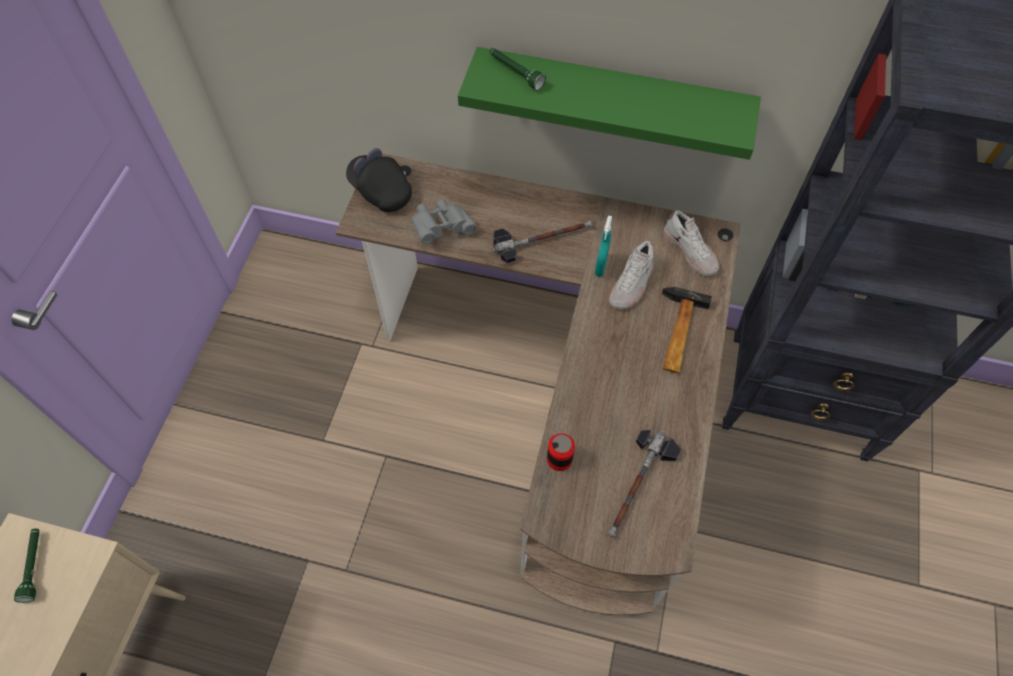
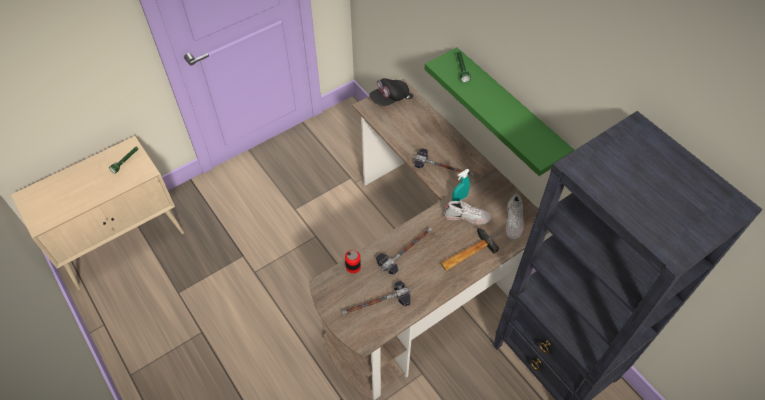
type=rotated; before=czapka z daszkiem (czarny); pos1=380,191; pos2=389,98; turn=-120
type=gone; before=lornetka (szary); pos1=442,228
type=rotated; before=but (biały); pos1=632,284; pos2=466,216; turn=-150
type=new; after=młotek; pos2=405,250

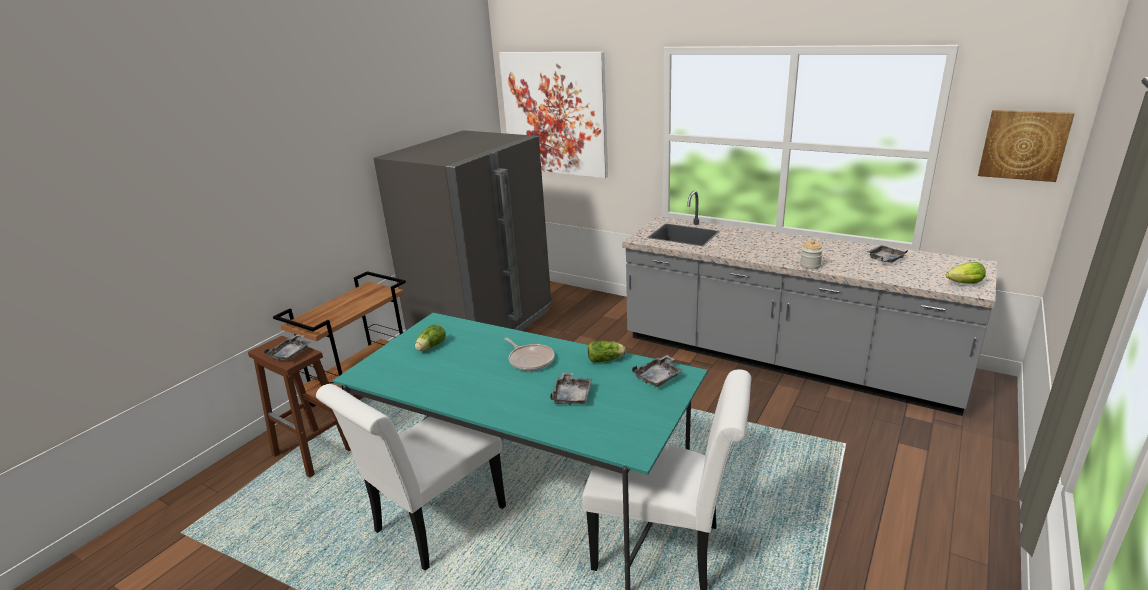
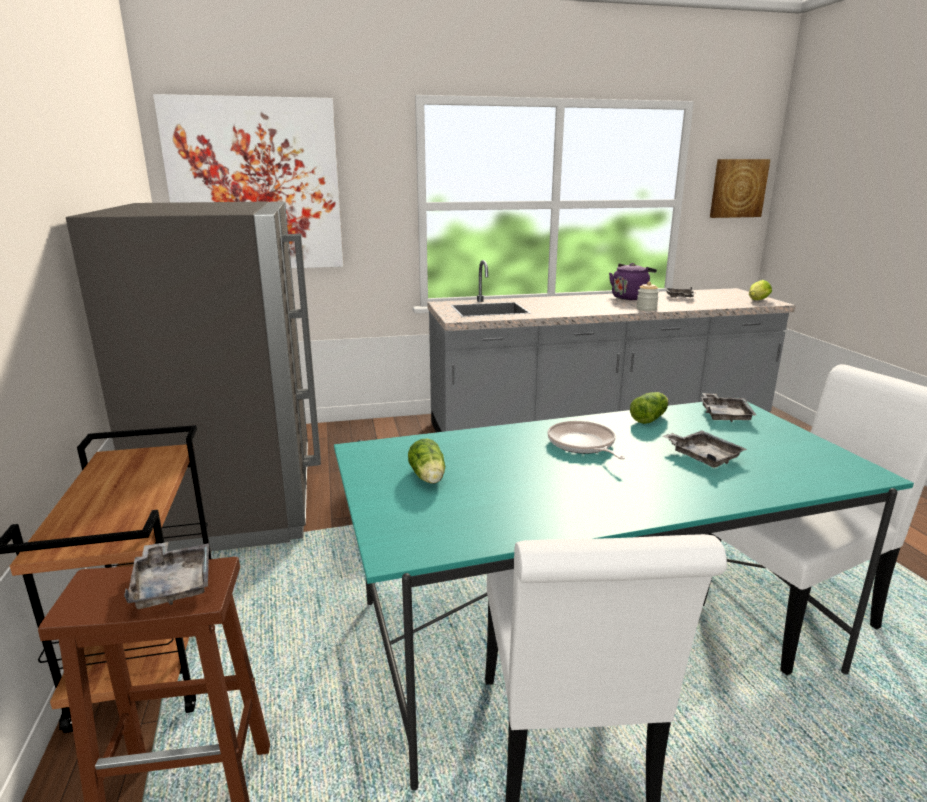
type=rotated; before=patelnia; pos1=530,360; pos2=582,444; turn=-120
type=new; after=czajnik (fioletowy); pos2=630,297

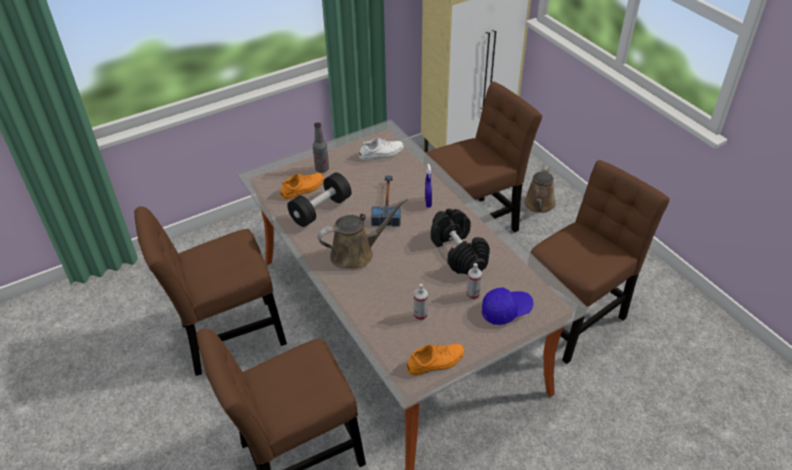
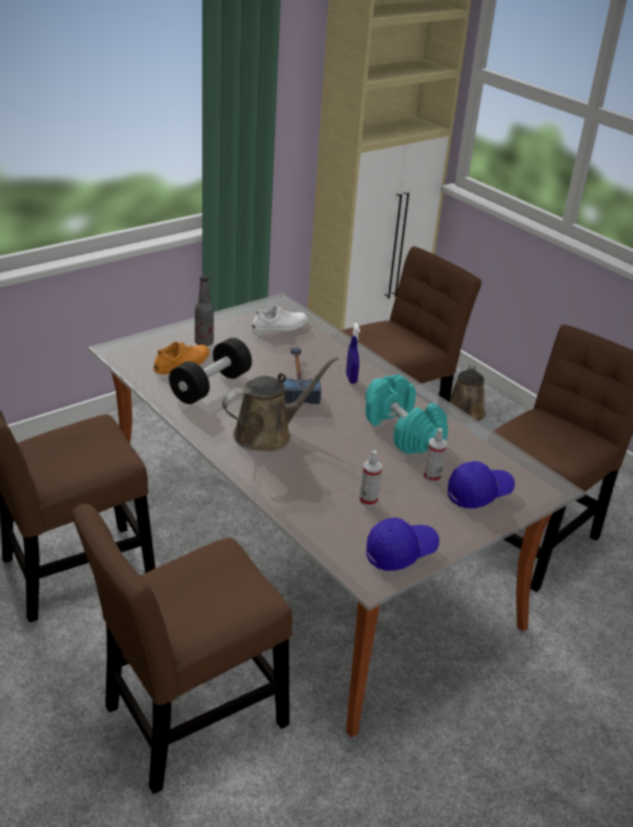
type=repainted; before=hantel (czarny); after=hantel (turkusowy); pos1=458,252; pos2=402,431
type=swapped; before=but (pomarańczowy); after=czapka z daszkiem (niebieski); pos1=436,362; pos2=400,552

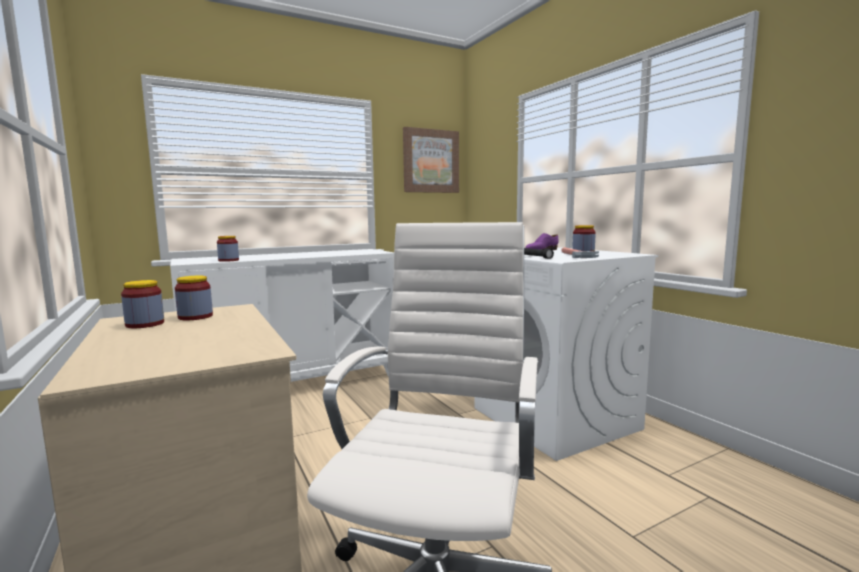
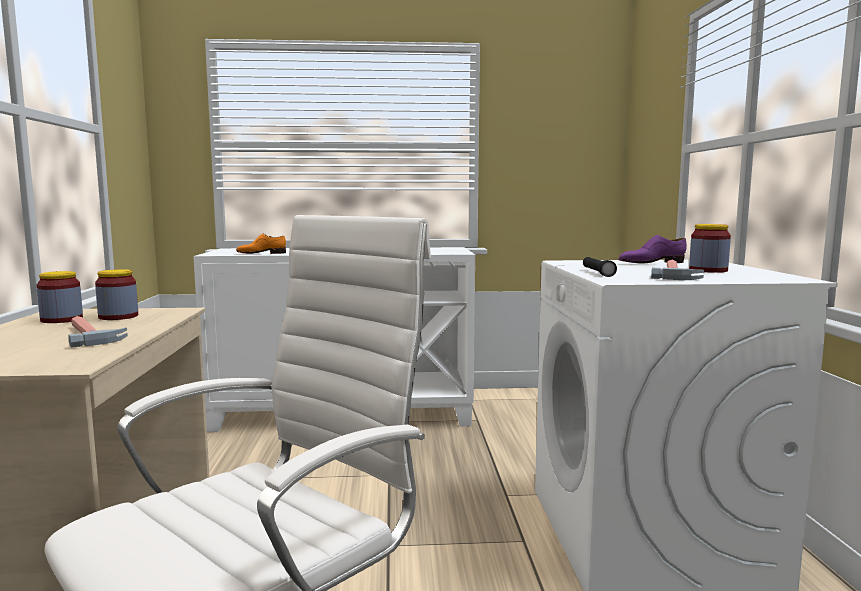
type=gone; before=obraz; pos1=430,161
type=swapped; before=słoik; after=but (pomarańczowy); pos1=228,260; pos2=261,253
type=new; after=młotek; pos2=91,335

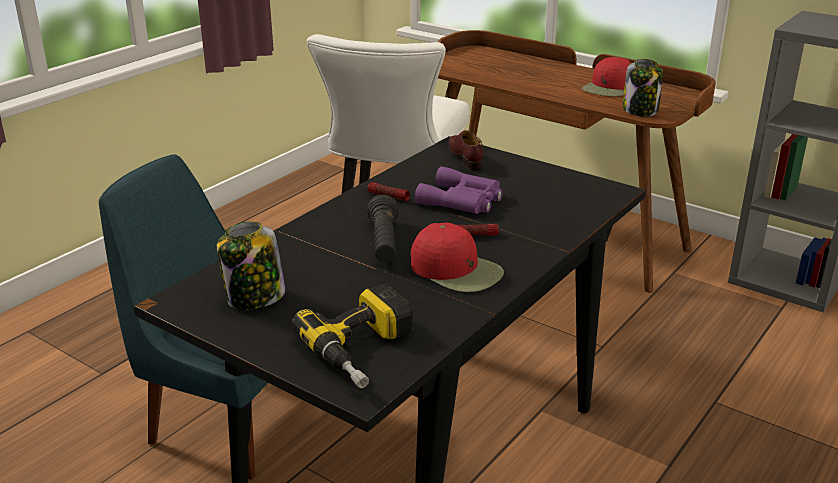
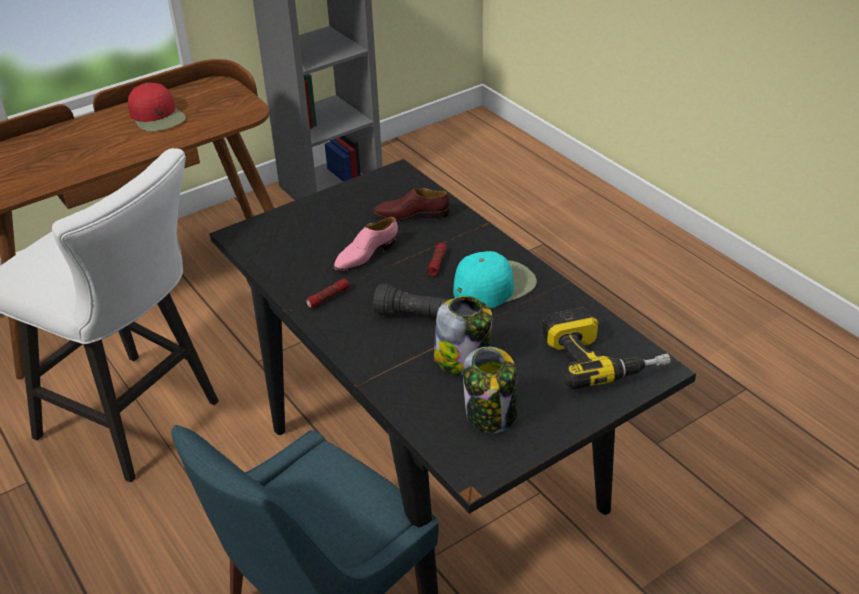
type=shifted; before=słoik; pos1=640,110; pos2=463,359
type=shifted; before=but (brązowy); pos1=465,157; pos2=412,215
type=swapped; before=lornetka (fioletowy); after=but (różowy); pos1=462,200; pos2=366,255
type=repainted; before=czapka z daszkiem (czerwony); after=czapka z daszkiem (turkusowy); pos1=457,270; pos2=494,285

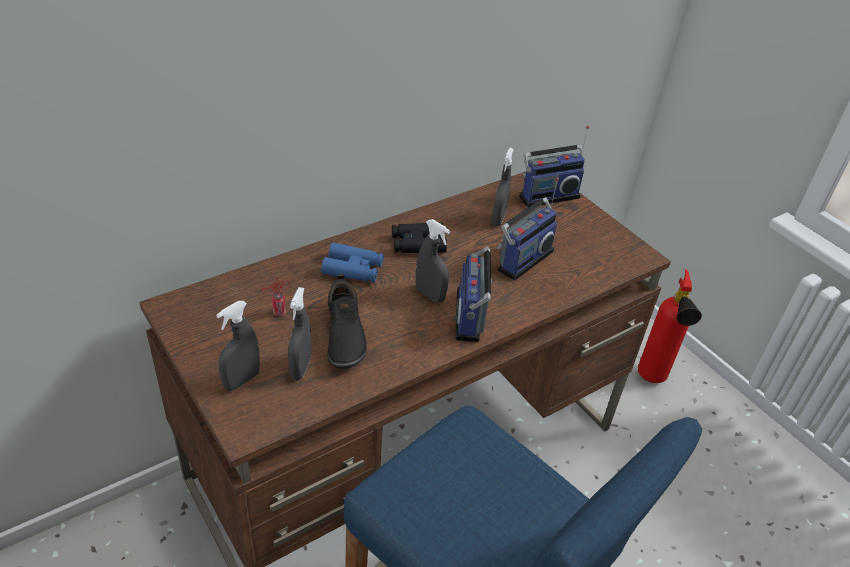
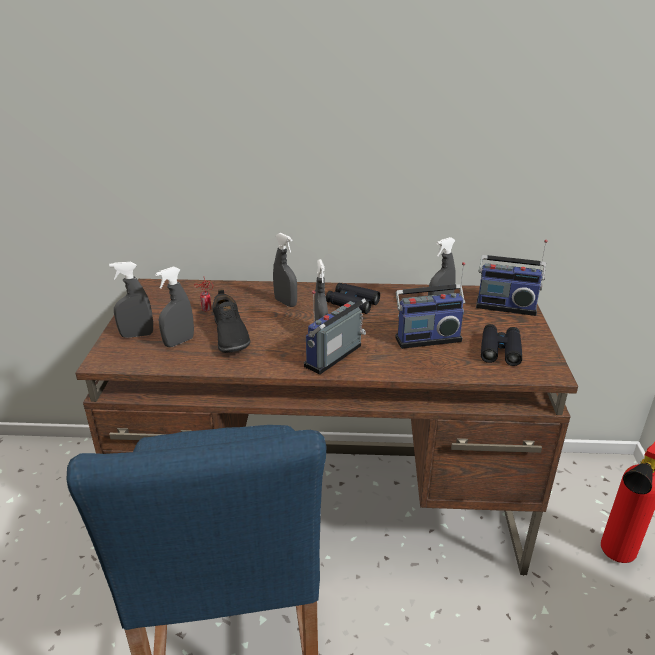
type=swapped; before=lornetka (niebieski); after=spryskiwacz (szary); pos1=353,269; pos2=285,302
type=rotated; before=but (czarny); pos1=343,335; pos2=229,335; turn=-45
type=new; after=lornetka (czarny); pos2=500,350

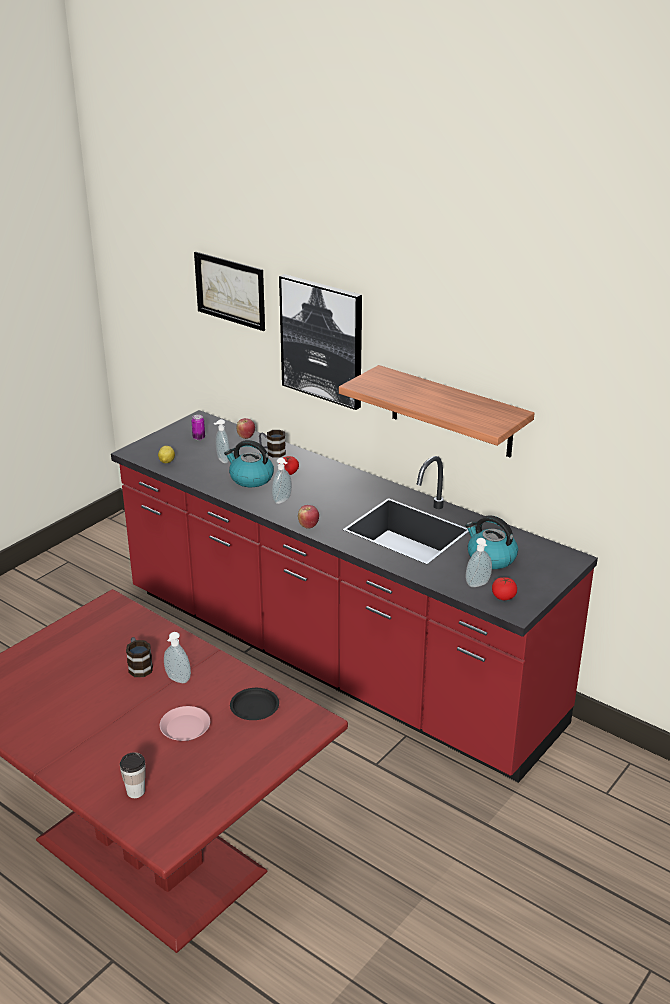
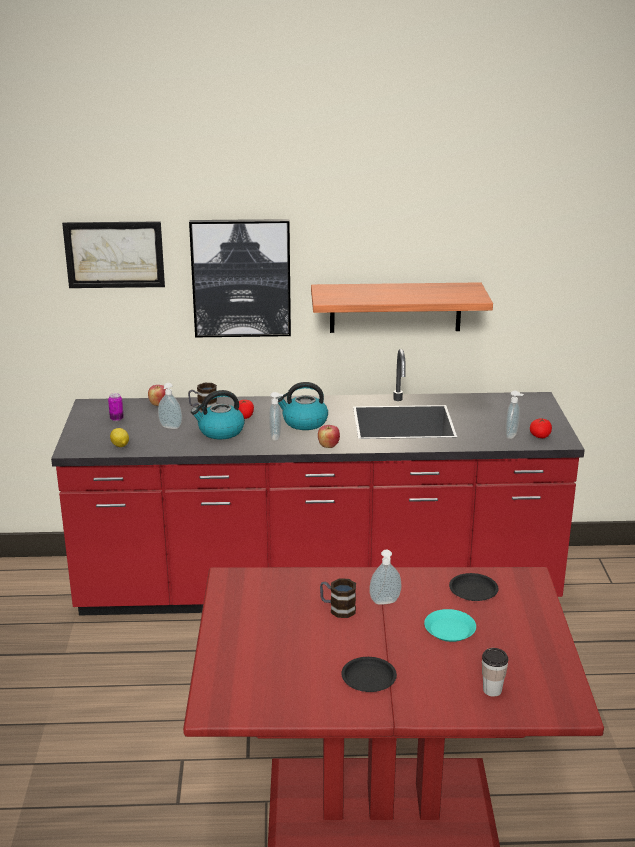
type=shifted; before=czajnik; pos1=490,558; pos2=304,422
type=repainted; before=talerz (różowy); after=talerz (turkusowy); pos1=185,728; pos2=450,630
type=new; after=talerz (czarny); pos2=368,678

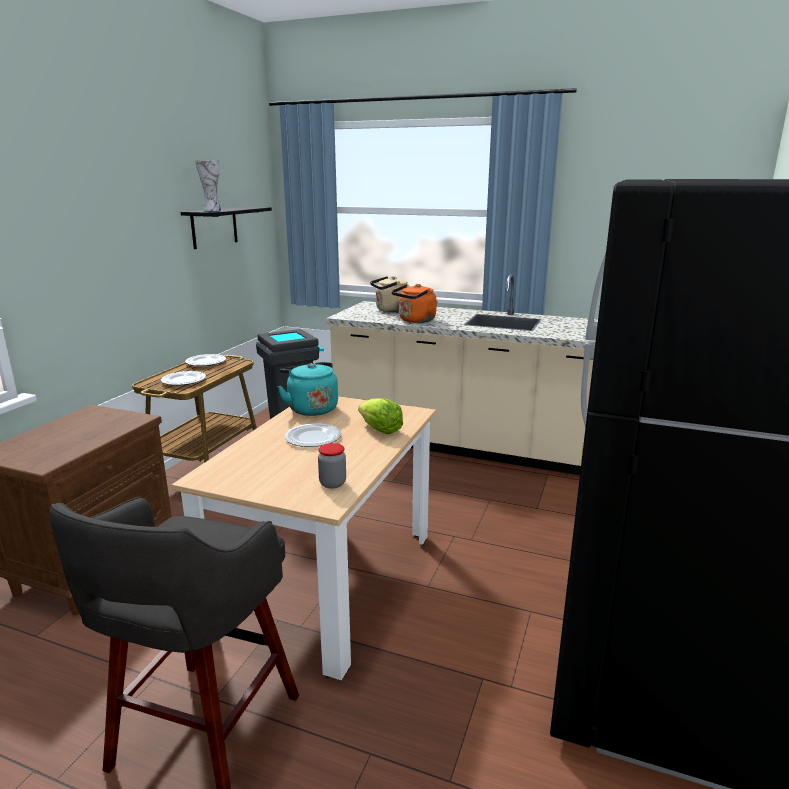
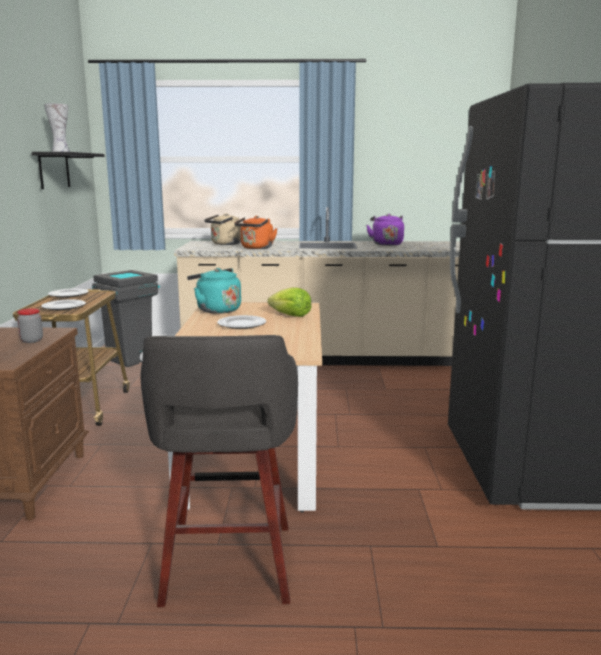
type=shifted; before=słoik; pos1=332,483; pos2=32,340
type=new; after=czajnik (fioletowy); pos2=386,244

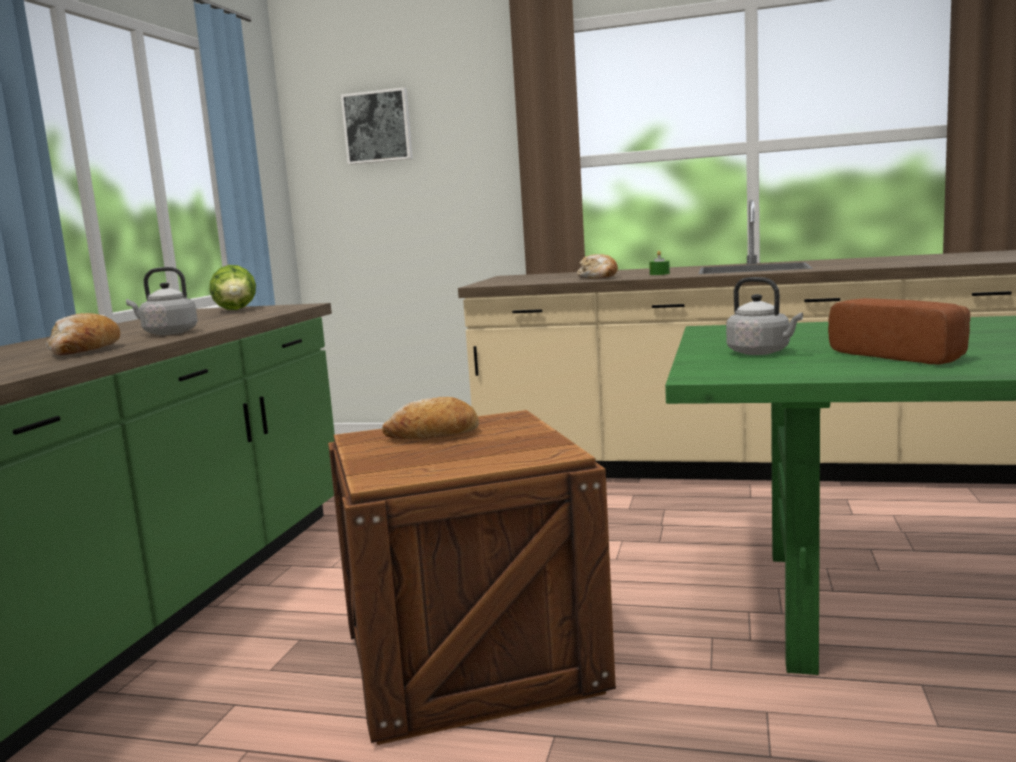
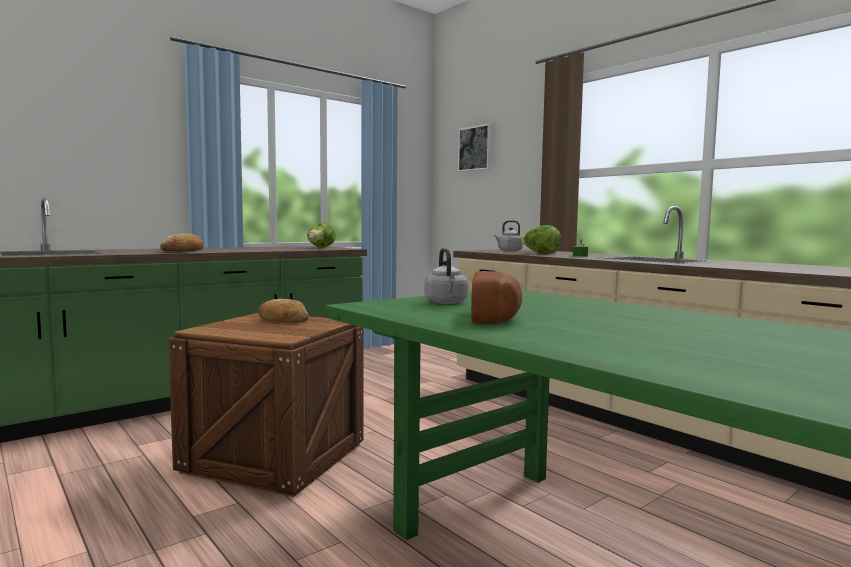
type=swapped; before=chleb; after=sałata; pos1=598,277; pos2=540,254
type=shifted; before=czajnik (szary); pos1=167,333; pos2=508,251

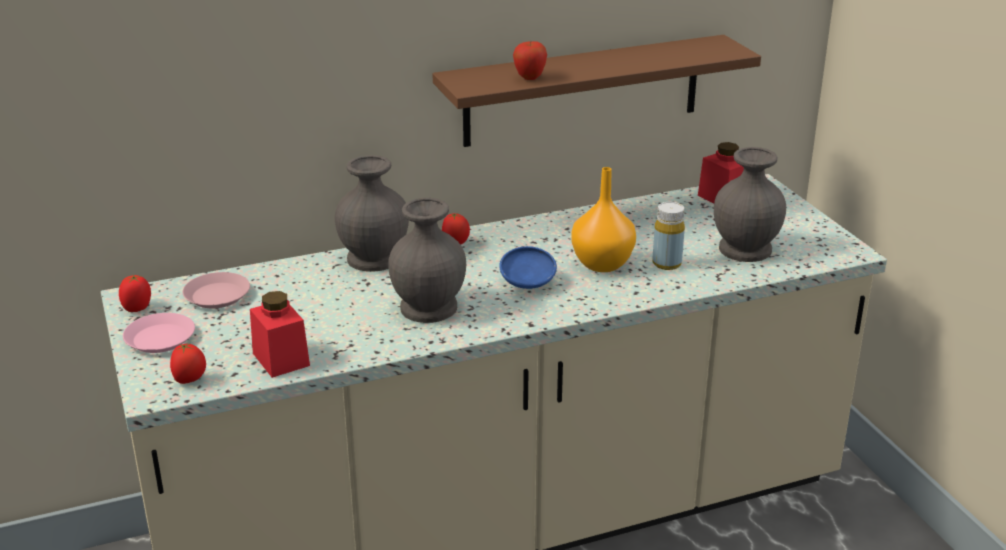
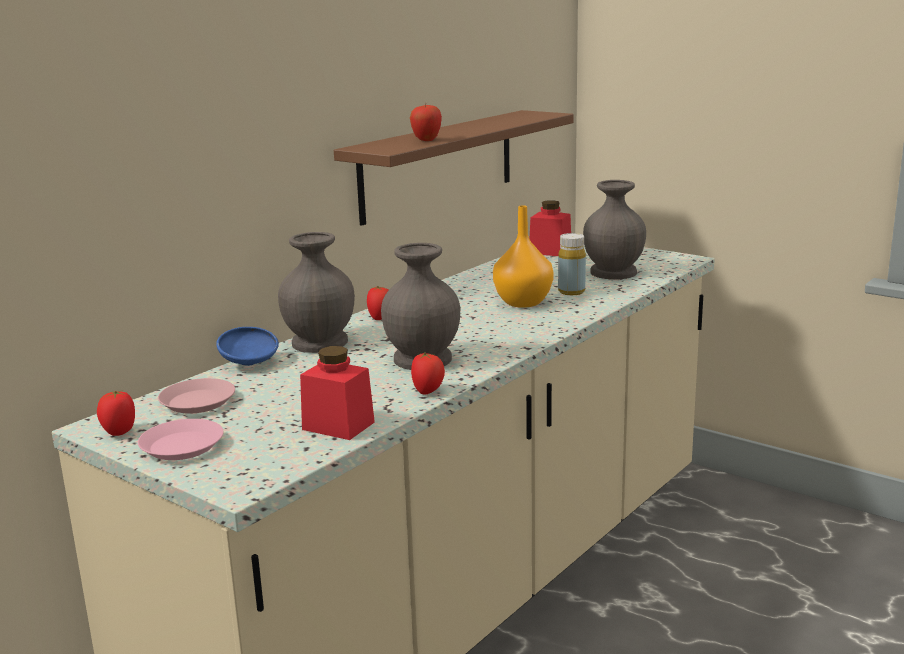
type=shifted; before=miska (niebieski); pos1=527,284; pos2=249,364
type=shifted; before=pomidor; pos1=190,380; pos2=428,391

